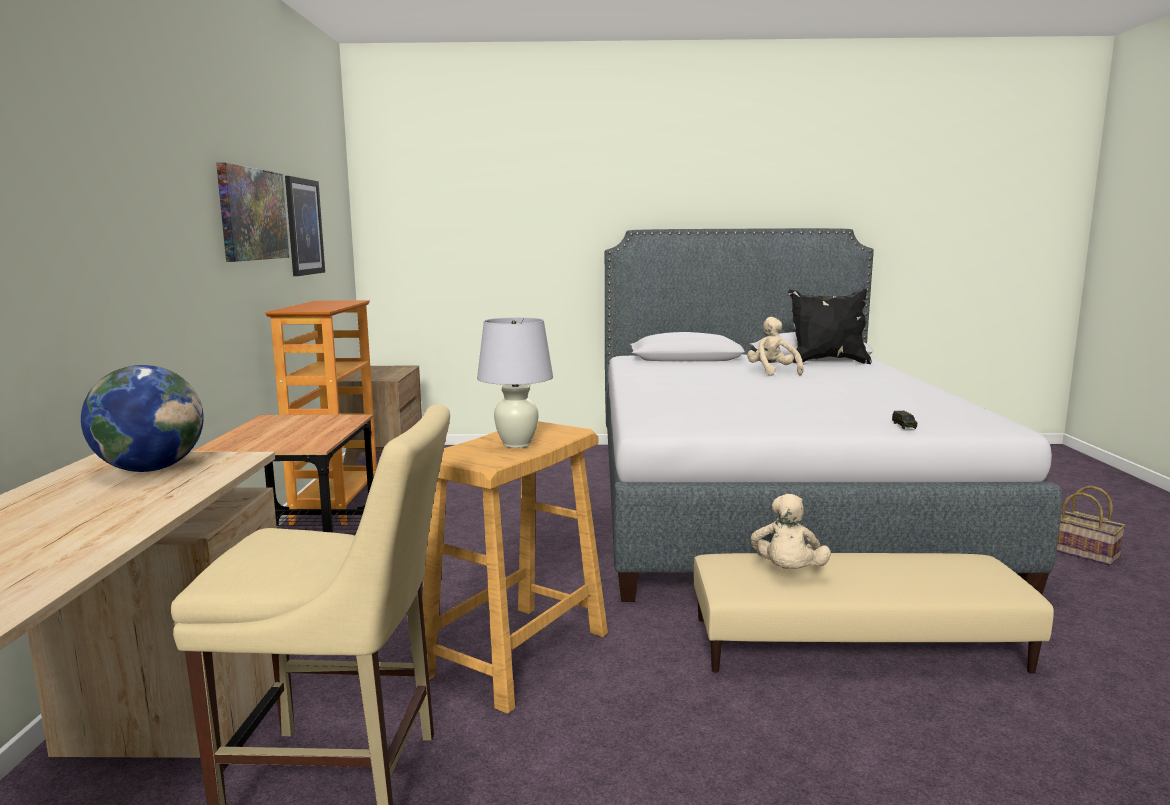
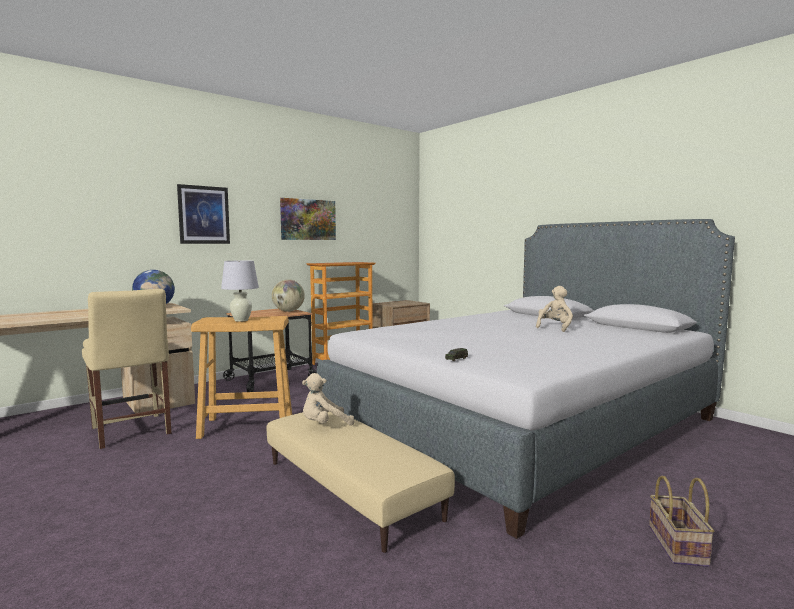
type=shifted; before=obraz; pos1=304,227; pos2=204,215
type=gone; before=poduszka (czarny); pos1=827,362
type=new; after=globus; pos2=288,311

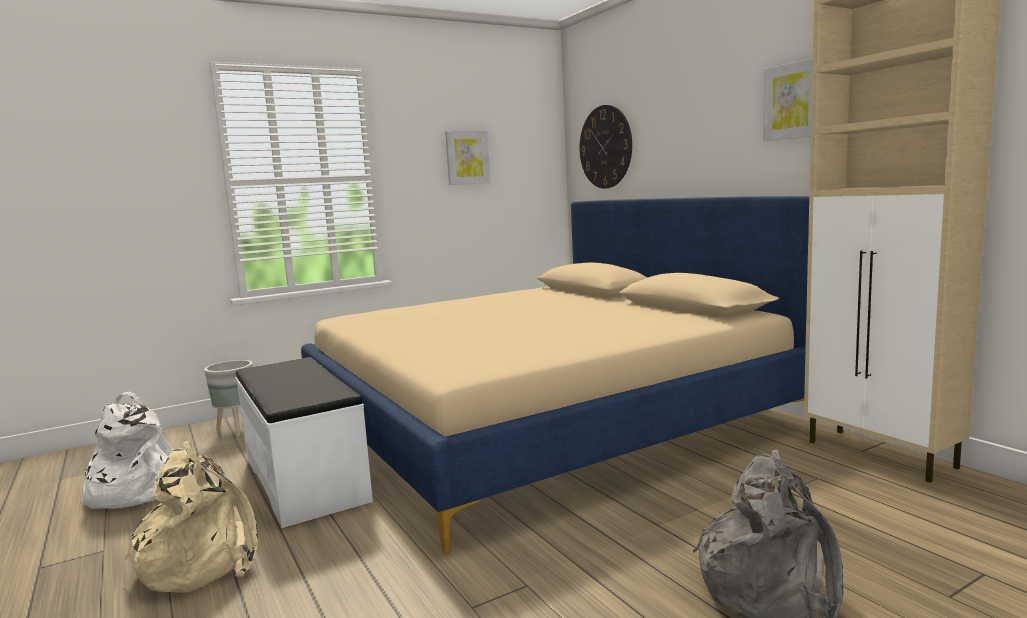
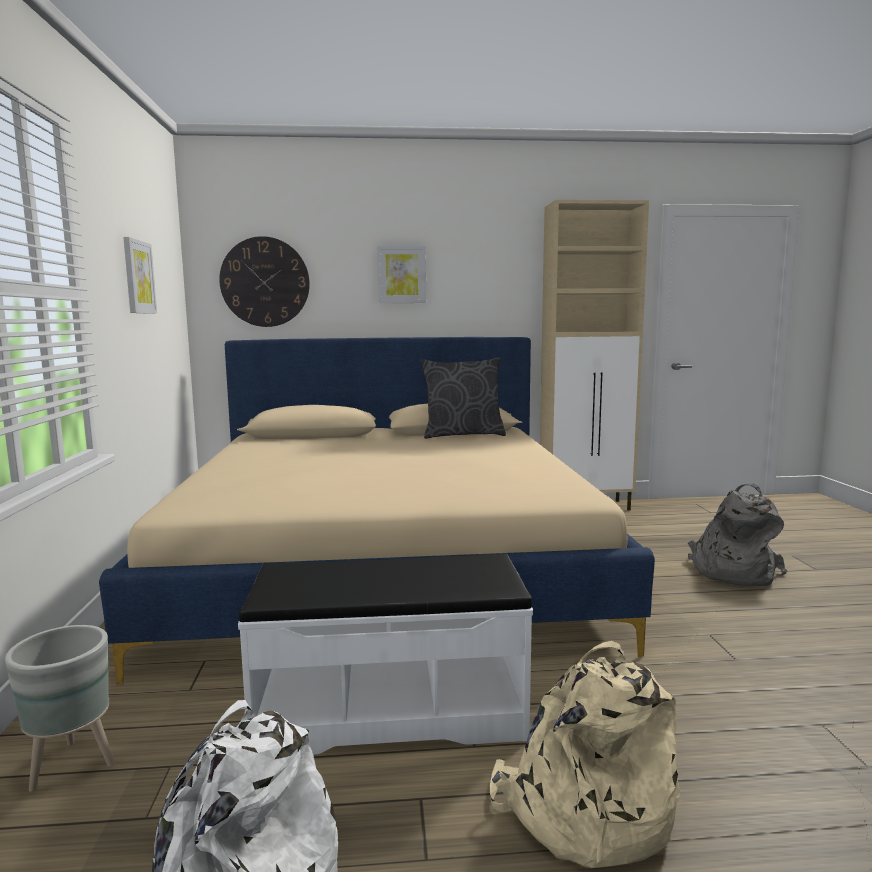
type=shifted; before=obraz; pos1=792,101; pos2=401,275
type=new; after=poduszka (szary); pos2=463,435

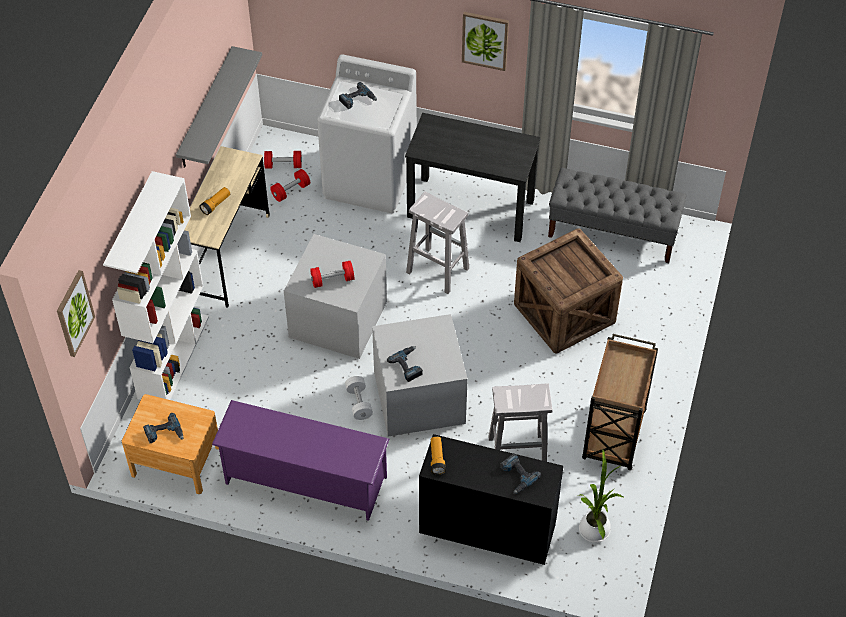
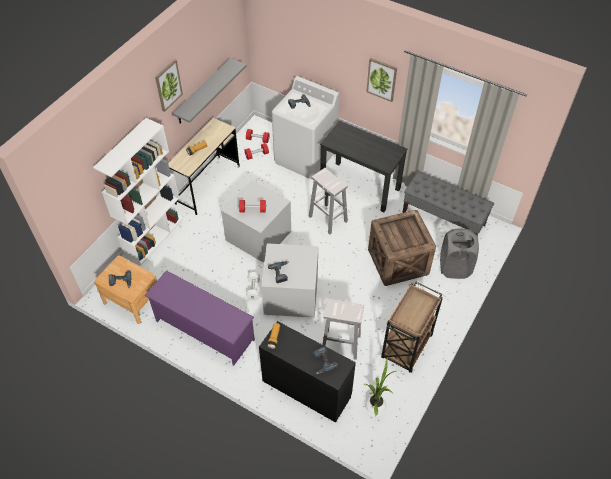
type=shifted; before=obraz; pos1=74,313; pos2=168,85
type=new; after=kosz na pranie (szary); pos2=454,267

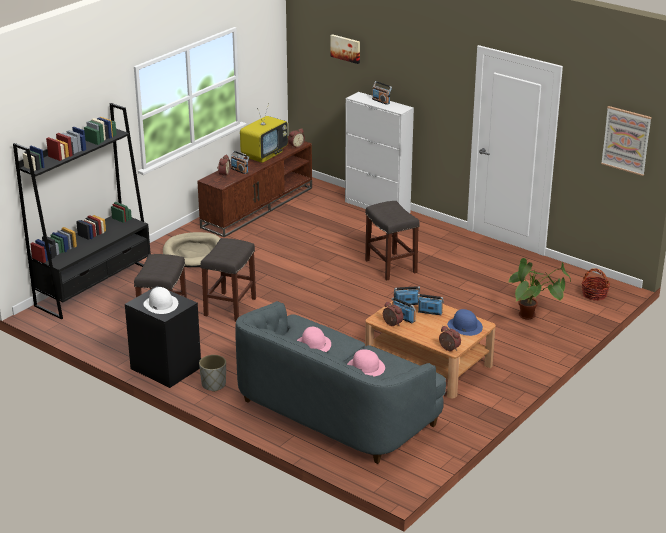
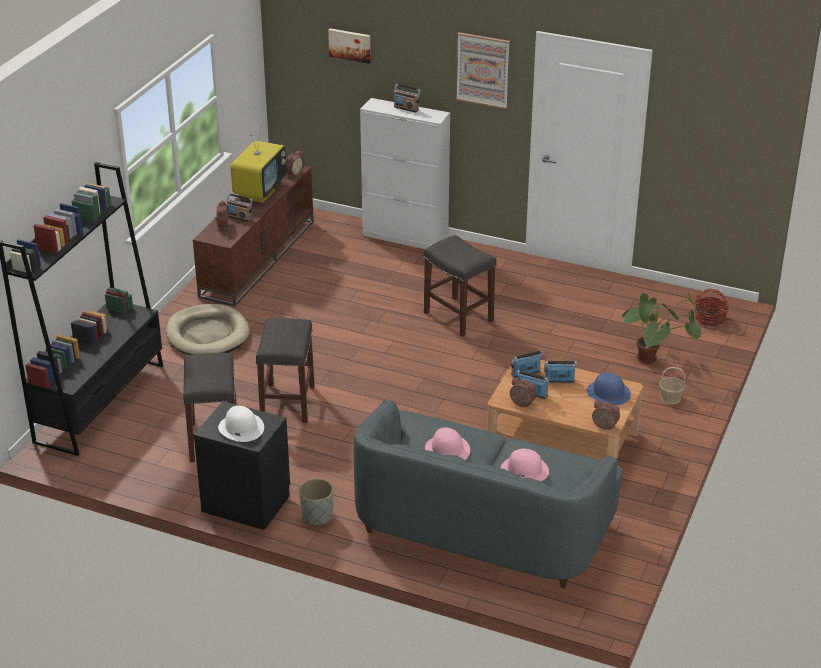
type=shifted; before=obraz; pos1=626,140; pos2=483,70
type=new; after=koszyk; pos2=670,398

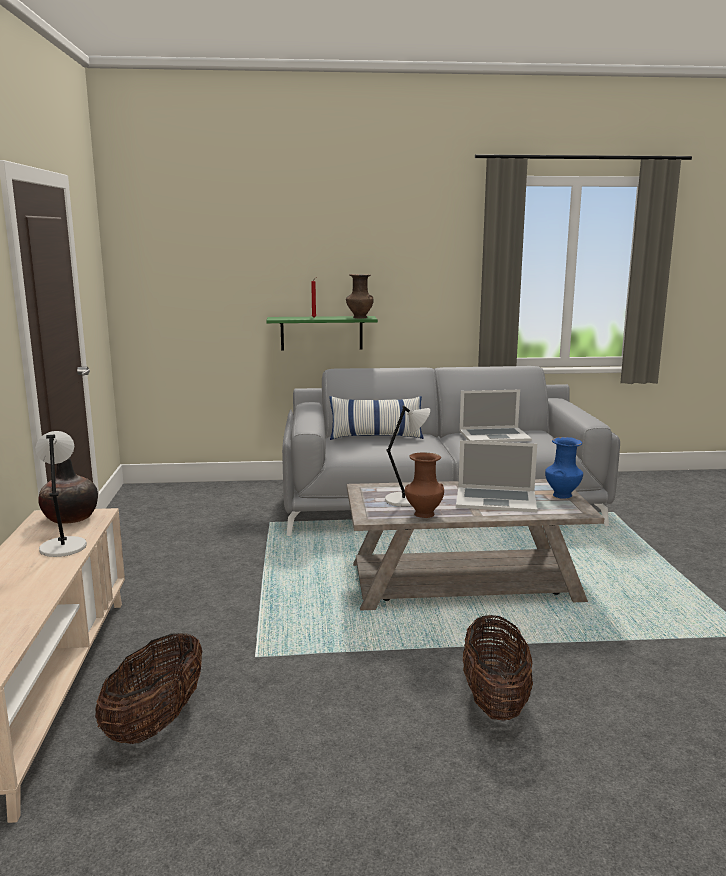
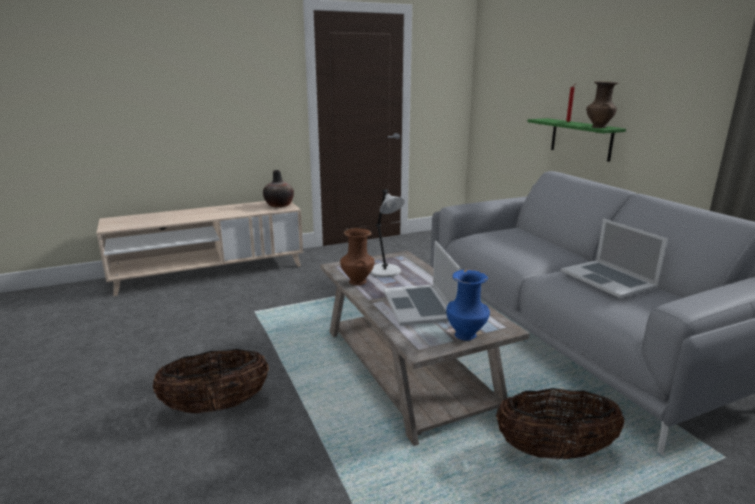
type=gone; before=poduszka; pos1=376,436
type=gone; before=lampa stołowa (szary); pos1=63,546
type=shifted; before=koszyk; pos1=156,722; pos2=554,451

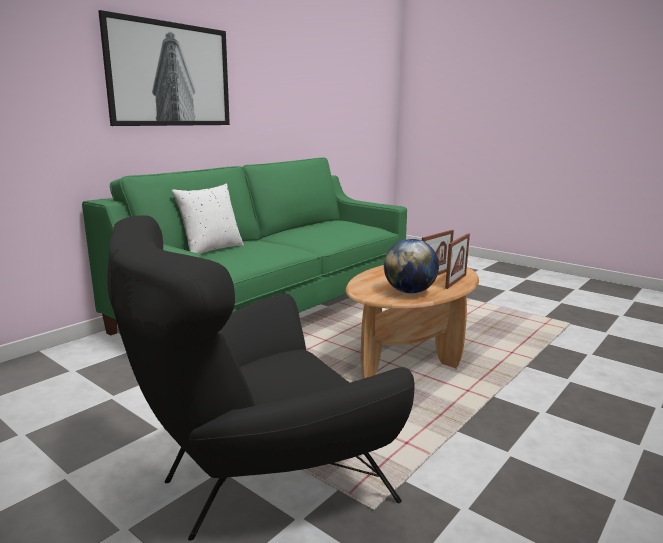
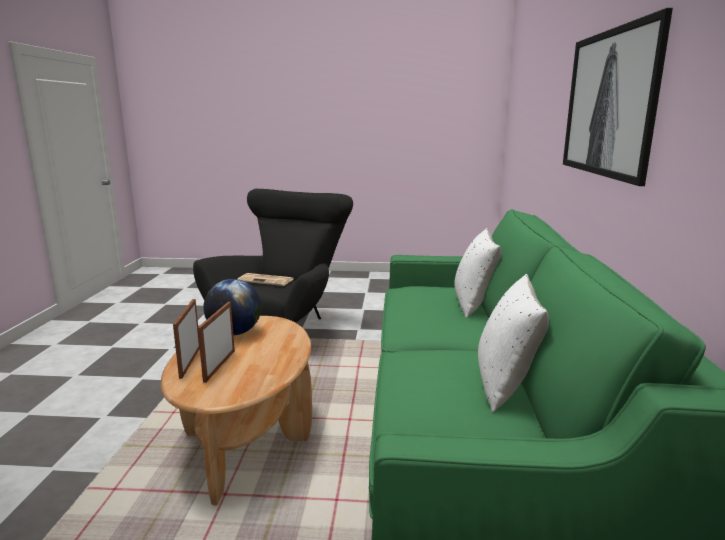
type=new; after=gazeta; pos2=266,280
type=new; after=poduszka (biały); pos2=506,385

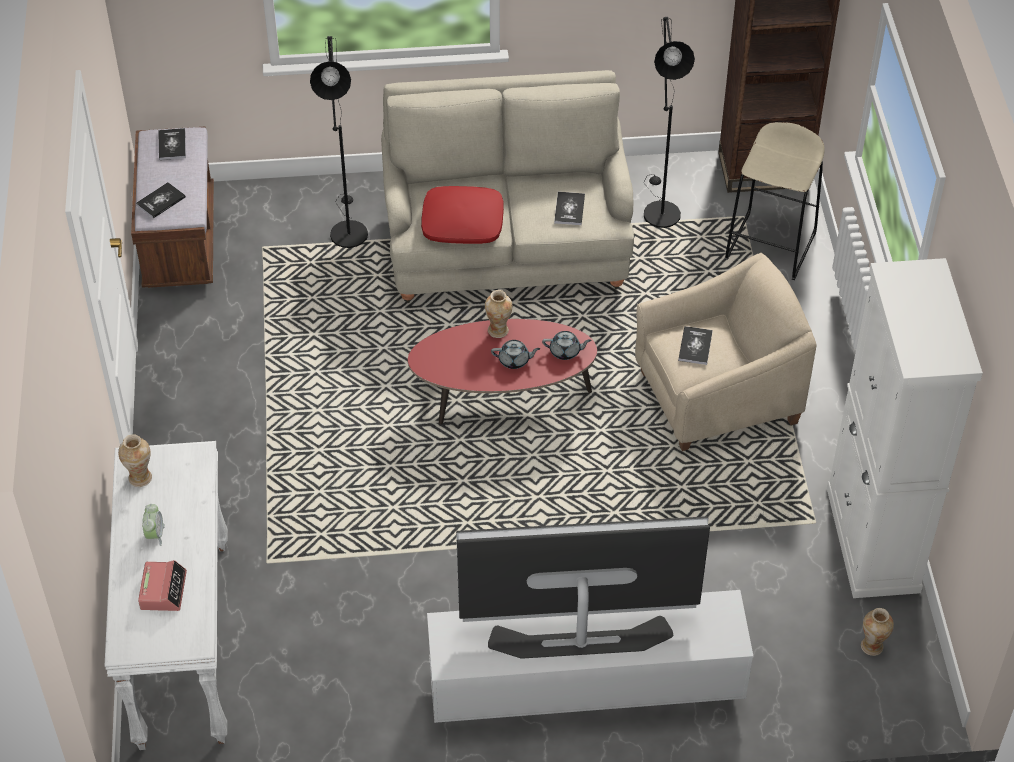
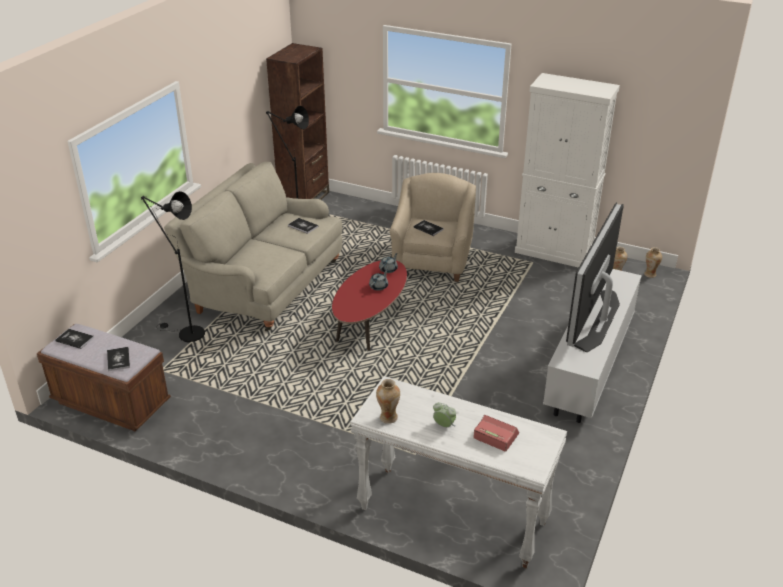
type=gone; before=stołek (beżowy); pos1=771,246
type=gone; before=poduszka (czerwony); pos1=463,223
type=shifted; before=wazon; pos1=498,330; pos2=650,274

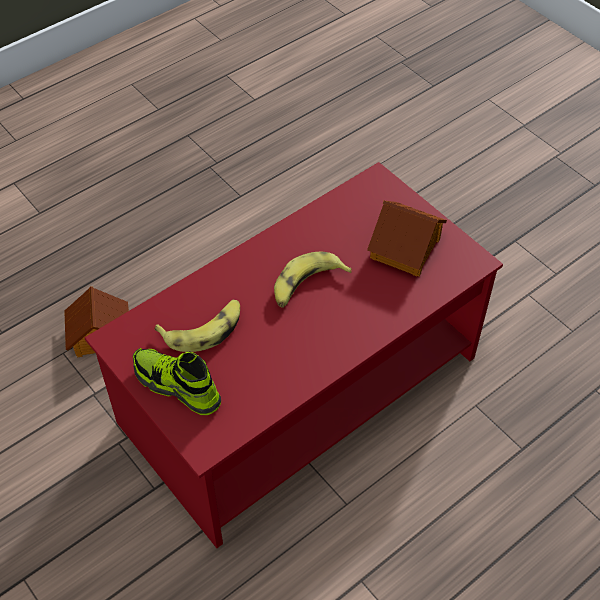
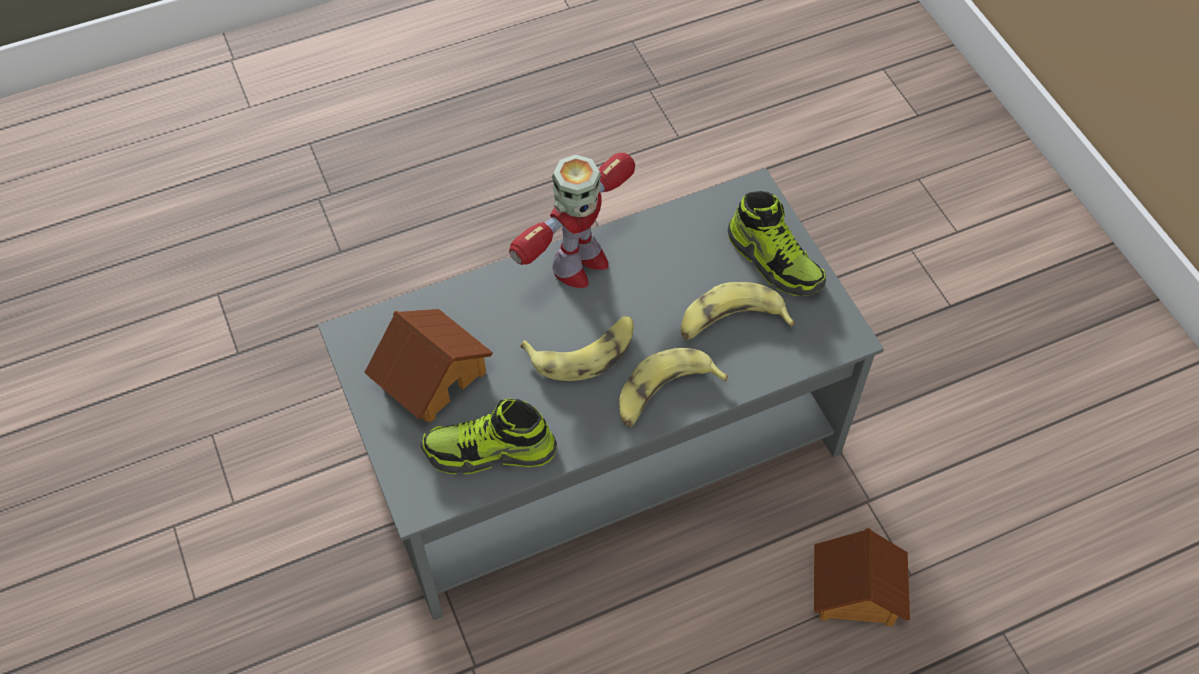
type=repainted; before=ława (czerwony); after=ława (szary); pos1=298,391; pos2=601,440
type=new; after=robot zabawkowy; pos2=578,265
type=new; after=banan; pos2=664,394
type=new; after=but; pos2=490,452

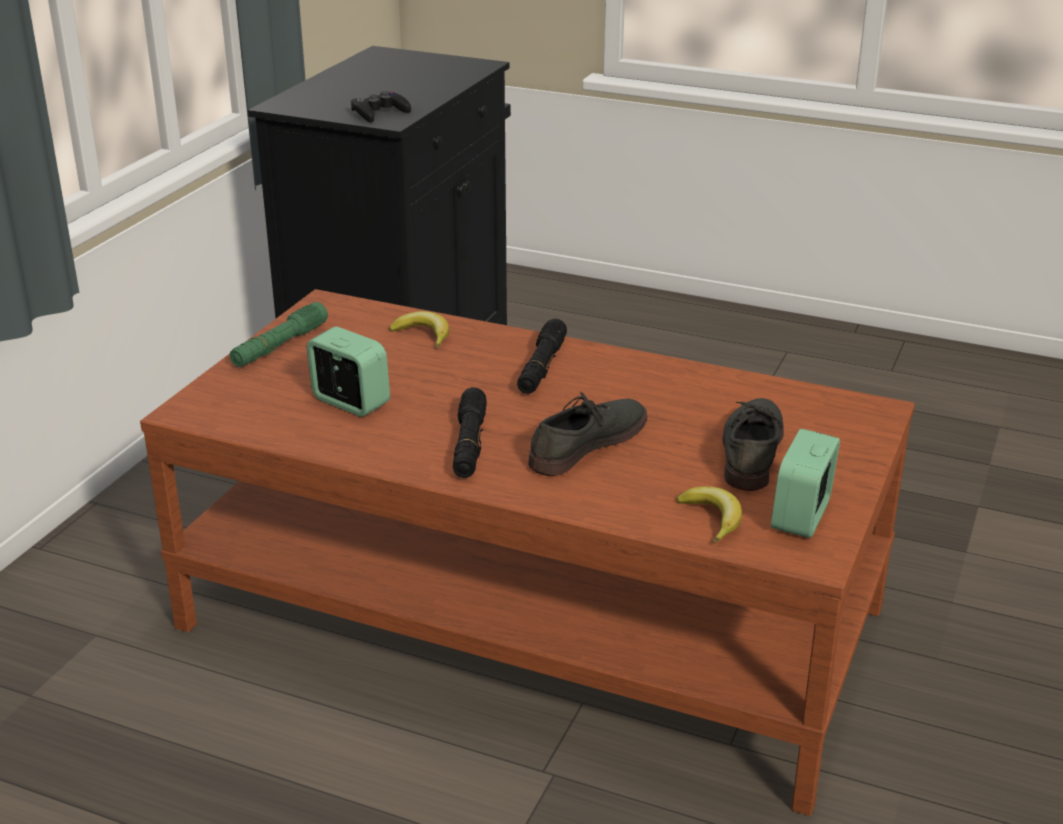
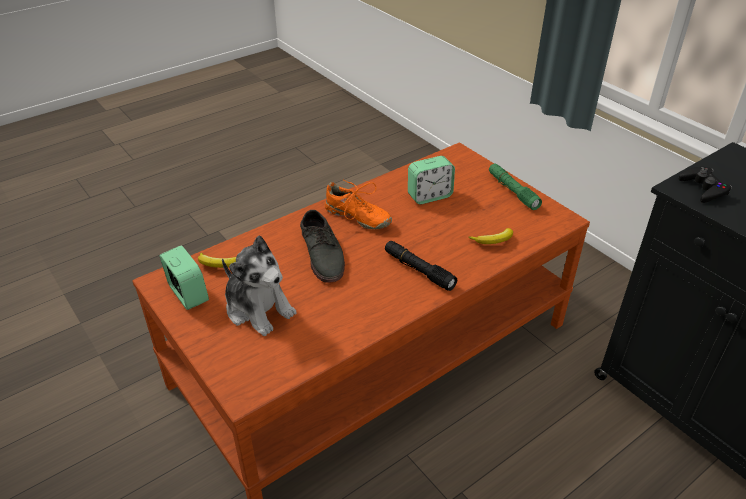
type=swapped; before=latarka (czarny); after=but (pomarańczowy); pos1=469,444; pos2=357,217
type=swapped; before=but (szary); after=pluszak; pos1=751,450; pos2=258,309

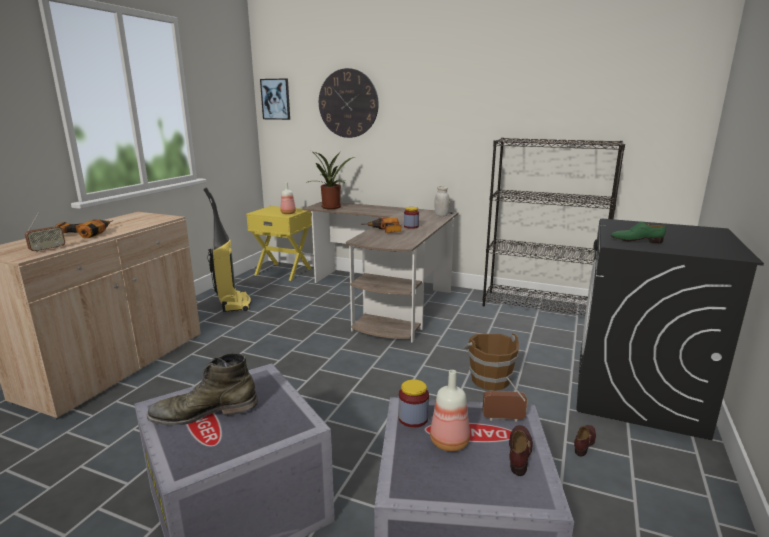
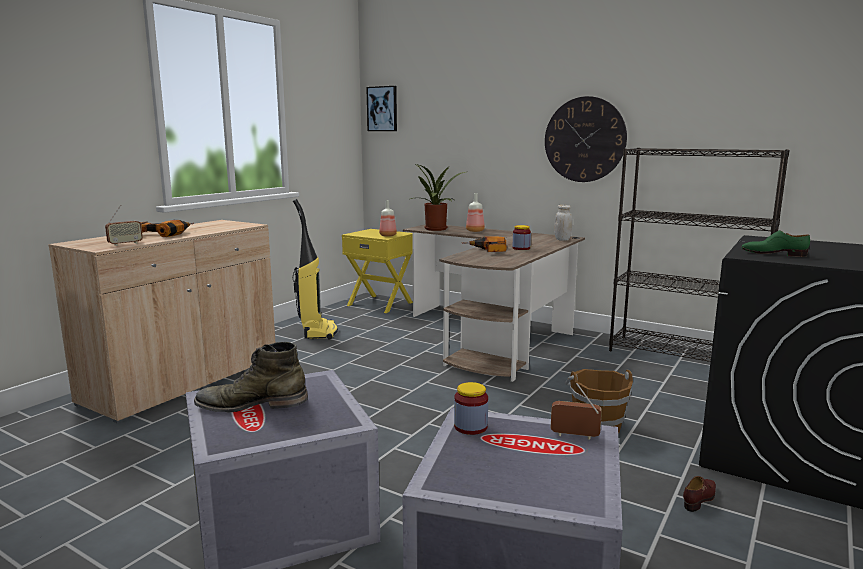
type=shifted; before=zegar ścienny; pos1=348,103; pos2=584,139
type=shifted; before=butelka; pos1=450,442; pos2=475,231
type=gone; before=but (brązowy); pos1=519,453

